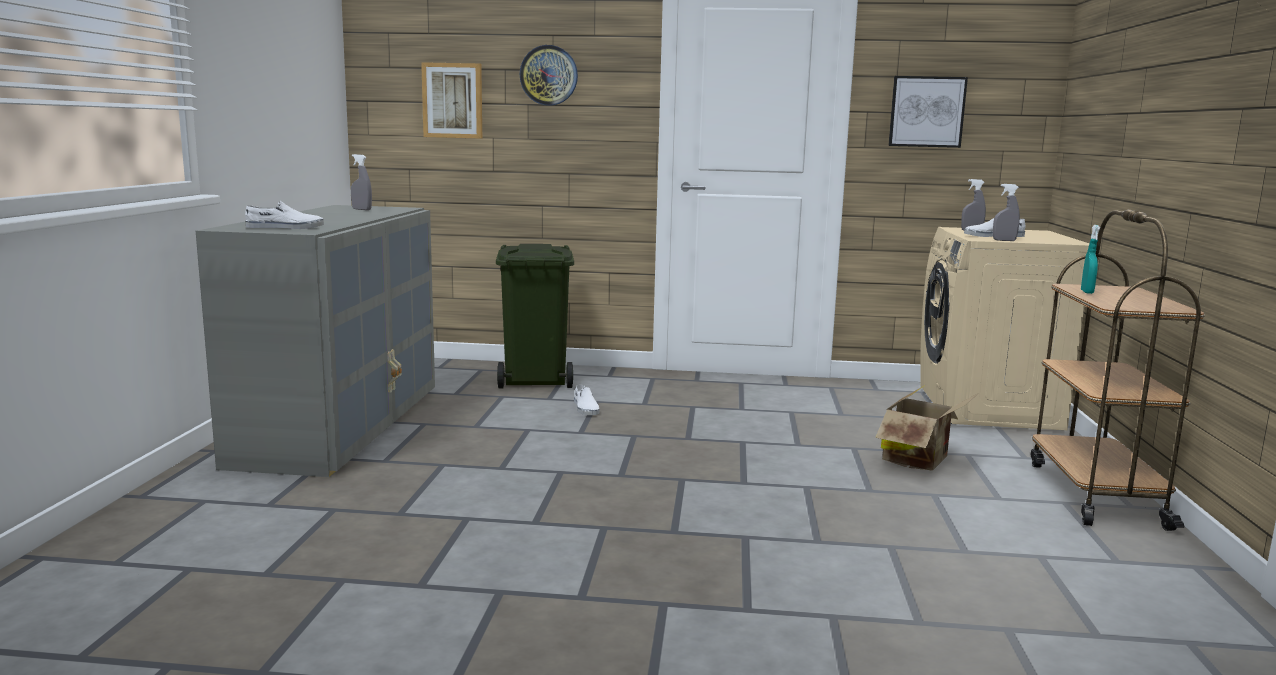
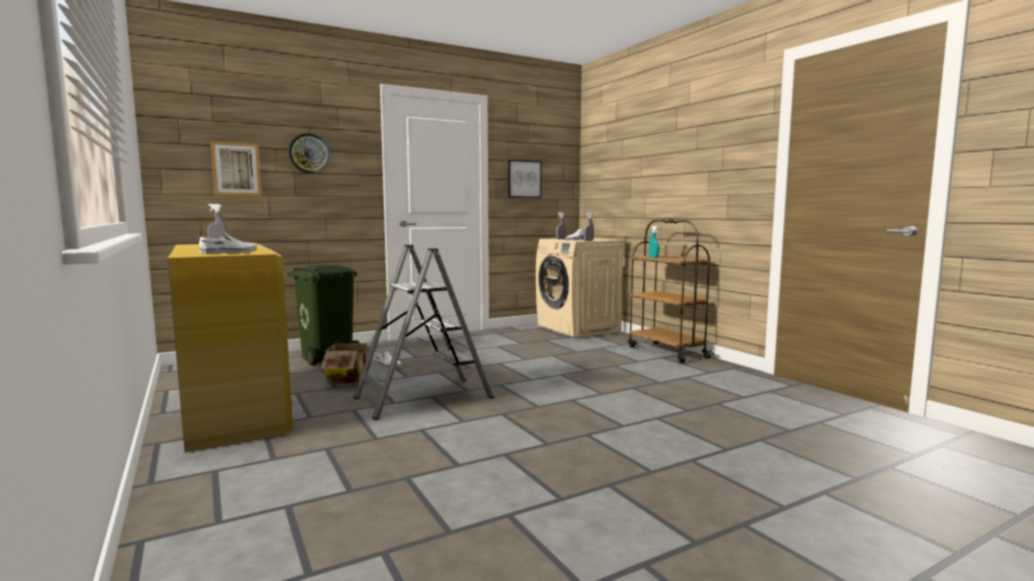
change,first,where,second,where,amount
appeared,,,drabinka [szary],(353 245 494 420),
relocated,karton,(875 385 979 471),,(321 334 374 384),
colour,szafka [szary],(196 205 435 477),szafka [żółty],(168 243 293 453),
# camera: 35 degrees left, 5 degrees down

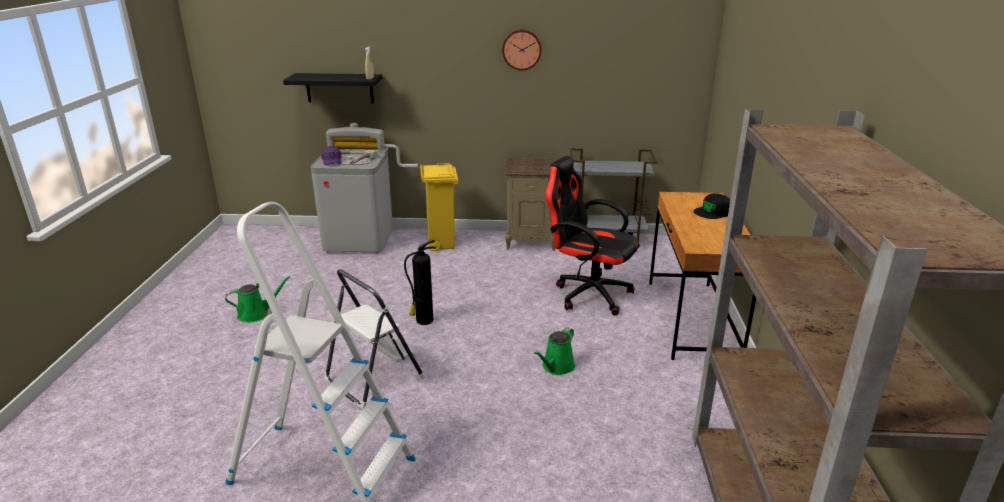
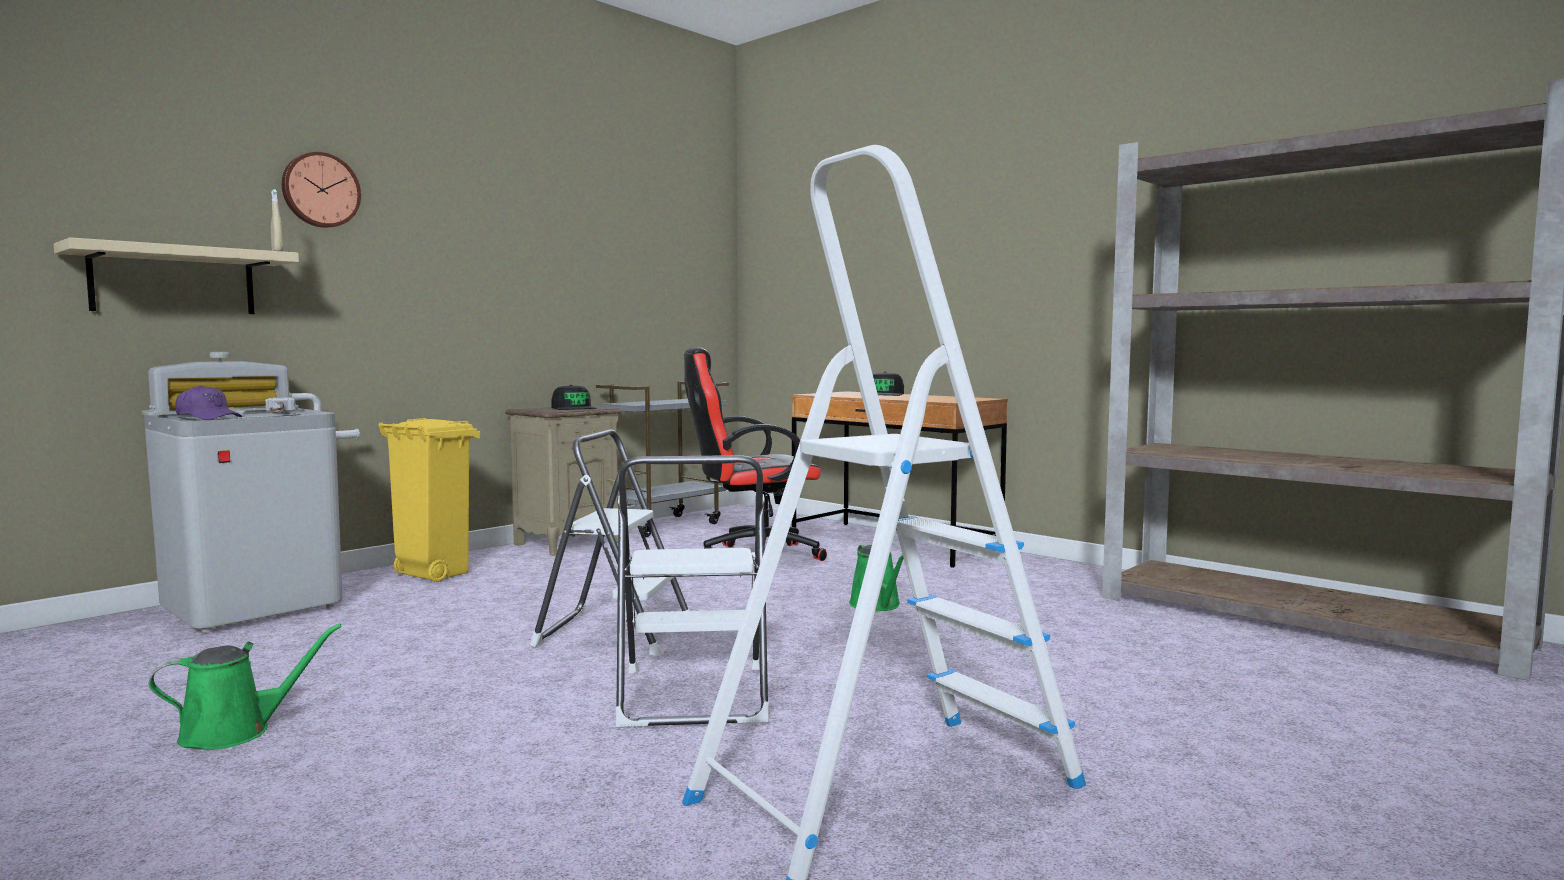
change,first,where,second,where,amount
appeared,,,czapka z daszkiem [czarny],(551 385 597 410),
relocated,zegar ścienny,(502 29 542 70),,(282 152 361 228),
exchanged,gaśnica,(404 240 436 325),drabinka [biały],(530 429 690 656),
colour,półka [czarny],(283 73 382 103),półka [beżowy],(54 237 299 314),
spun,konewka [zielony],(225 276 290 322),,(149 624 342 750),45 degrees clockwise
# camera: 50 degrees left, 20 degrees down

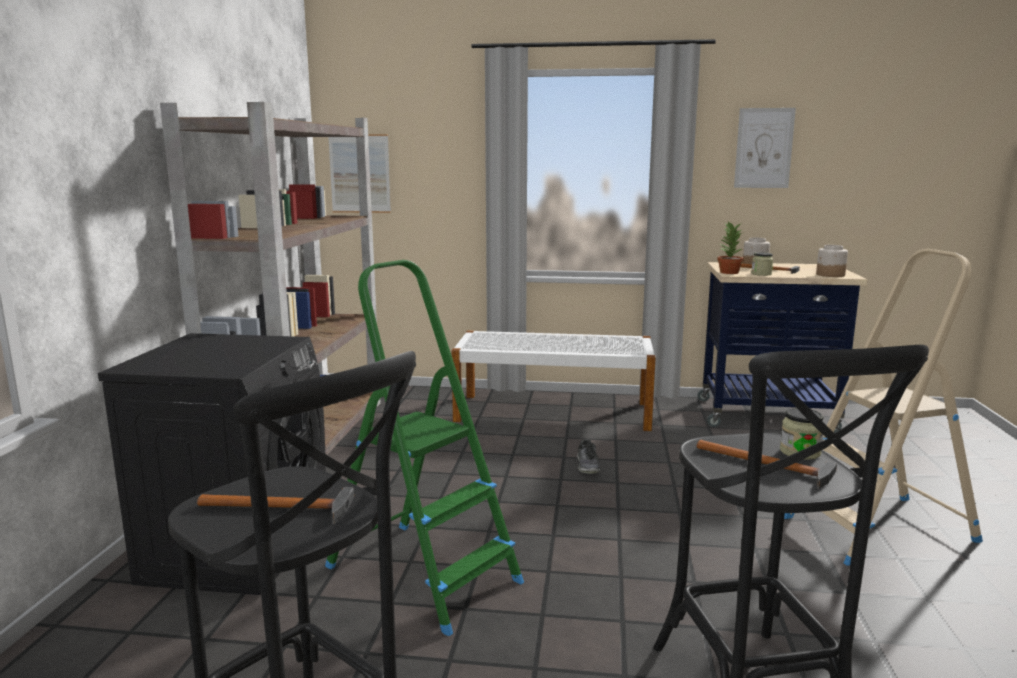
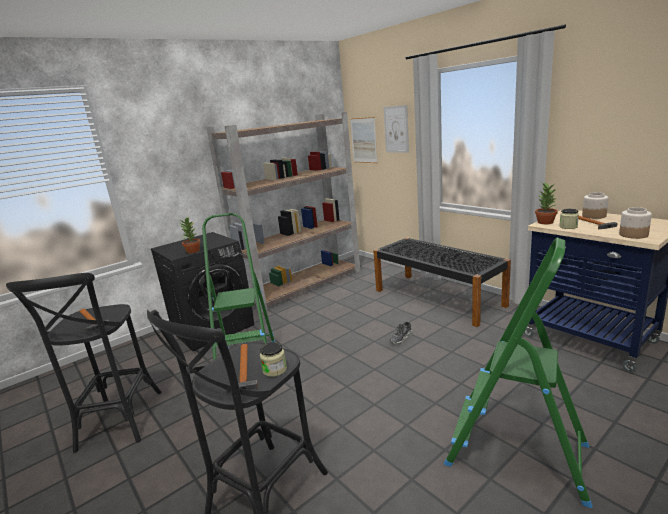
change,first,where,second,where,amount
appeared,,,roślina doniczkowa,(179 217 200 253),
relocated,obraz,(734 108 796 188),,(383 105 409 153),
colour,ławka [biały],(451 330 656 431),ławka [czarny],(373 237 511 327),
colour,drabinka [beżowy],(784 249 983 566),drabinka [zielony],(444 237 592 508),
# camera: 45 degrees right, 5 degrees up

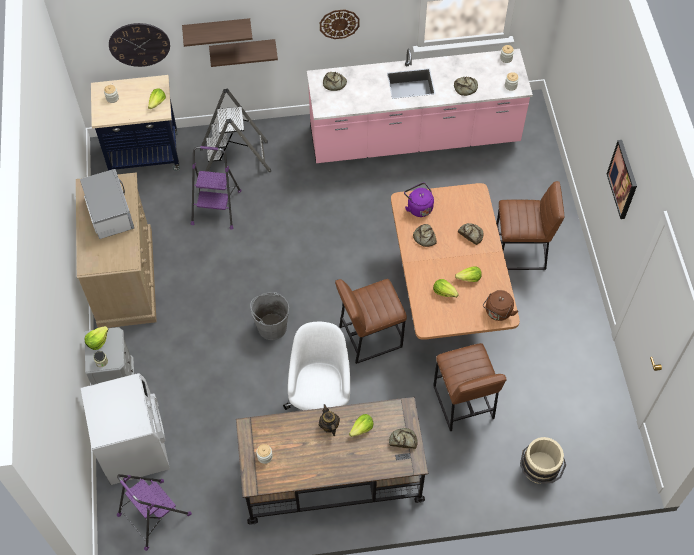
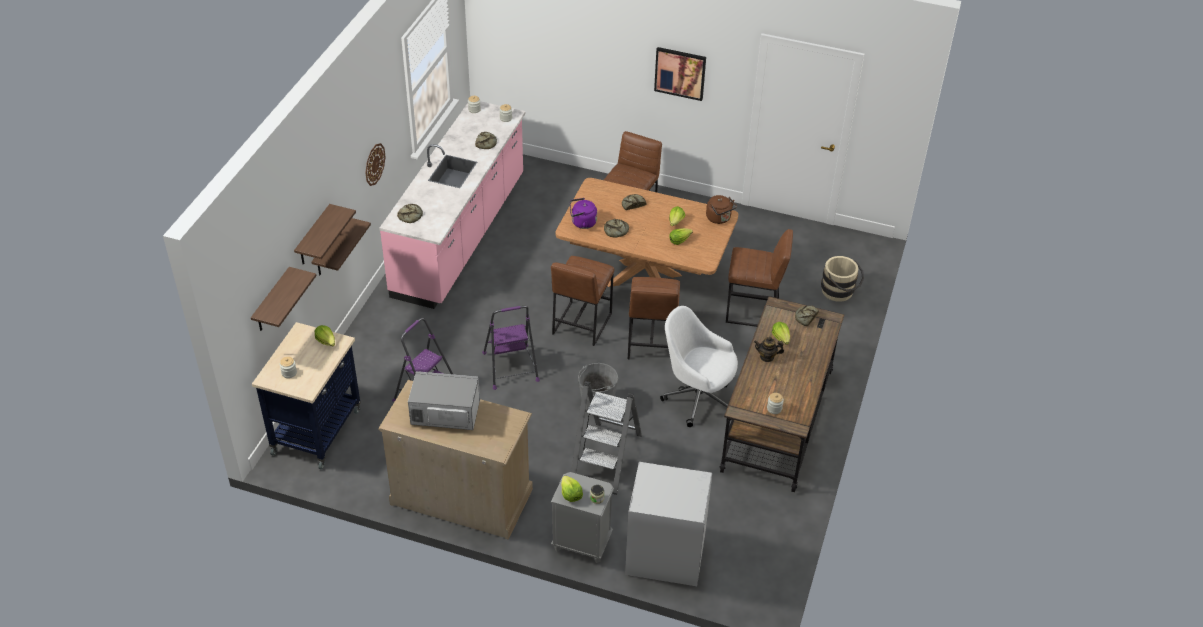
change,first,where,second,where,amount
appeared,,,krzesło [brązowy],(551 256 614 346),
relocated,drabinka [fioletowy],(117 474 192 551),,(482 306 540 390),
relocated,drabinka [szary],(200 89 271 172),,(571 381 642 495),
exchanged,zegar ścienny,(109 23 170 67),półka,(251 267 317 331),
# camera: 65 degrees left, 15 degrees down

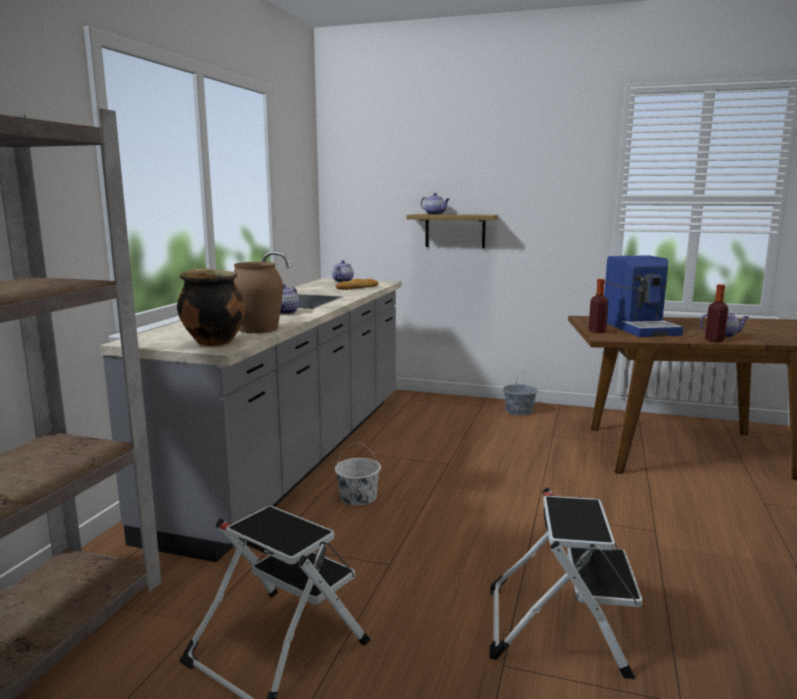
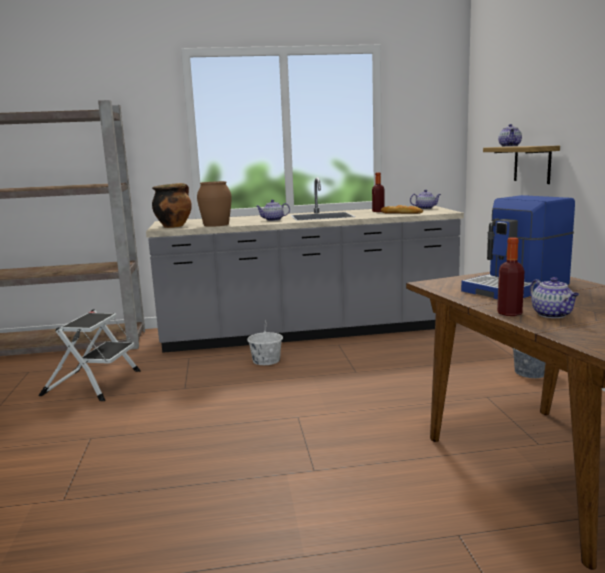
change,first,where,second,where,amount
missing,drabinka,(490 488 643 680),,,
relocated,butelka,(589 279 608 333),,(372 172 385 212),
# camera: 65 degrees right, 0 degrees up

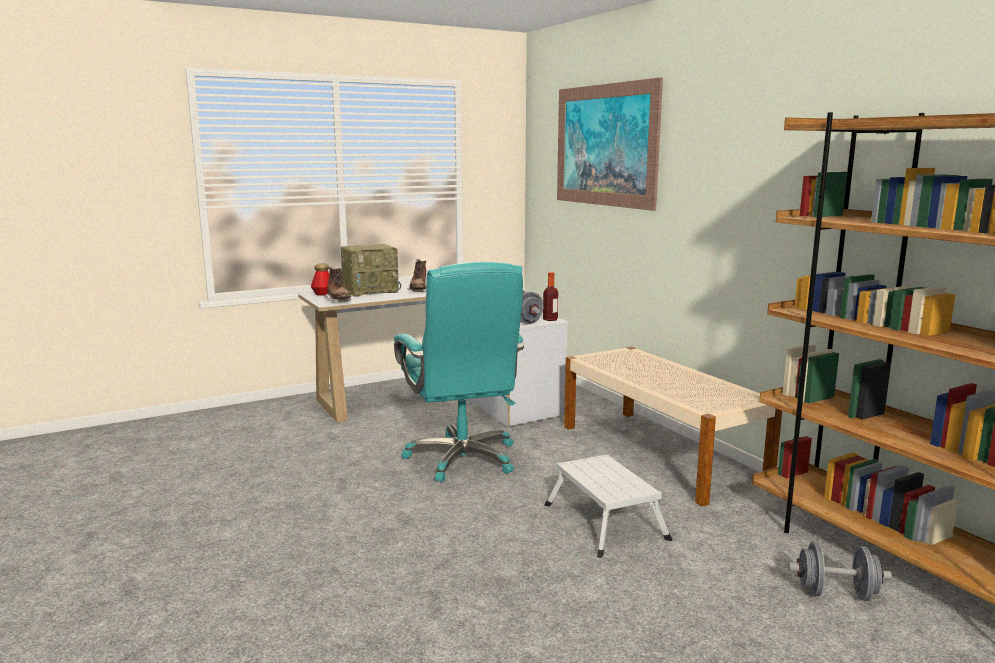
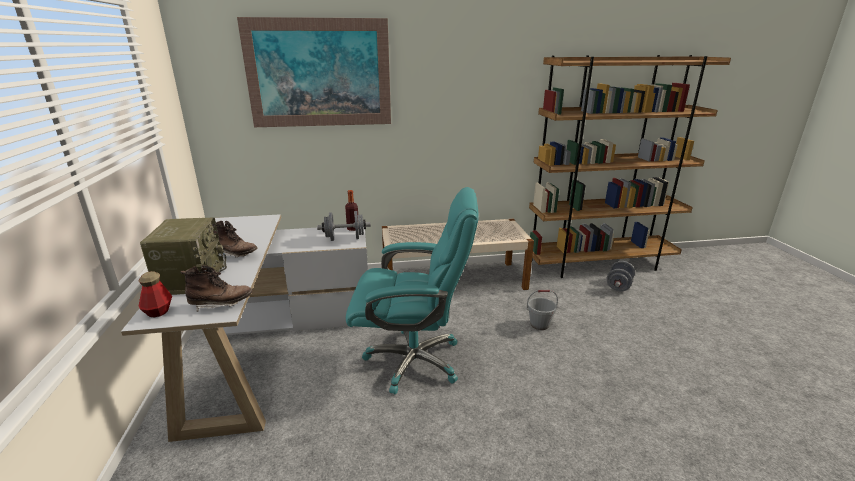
change,first,where,second,where,amount
exchanged,drabinka [biały],(544 454 672 558),wiadro [szary],(527 290 558 330),
# camera: 70 degrees left, 10 degrees up

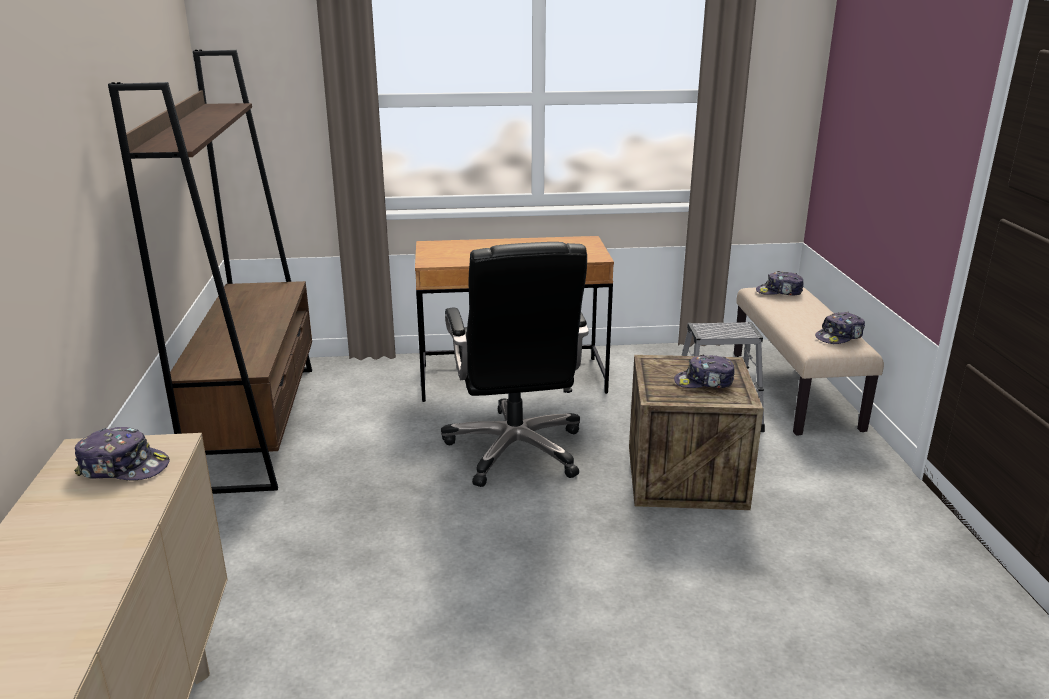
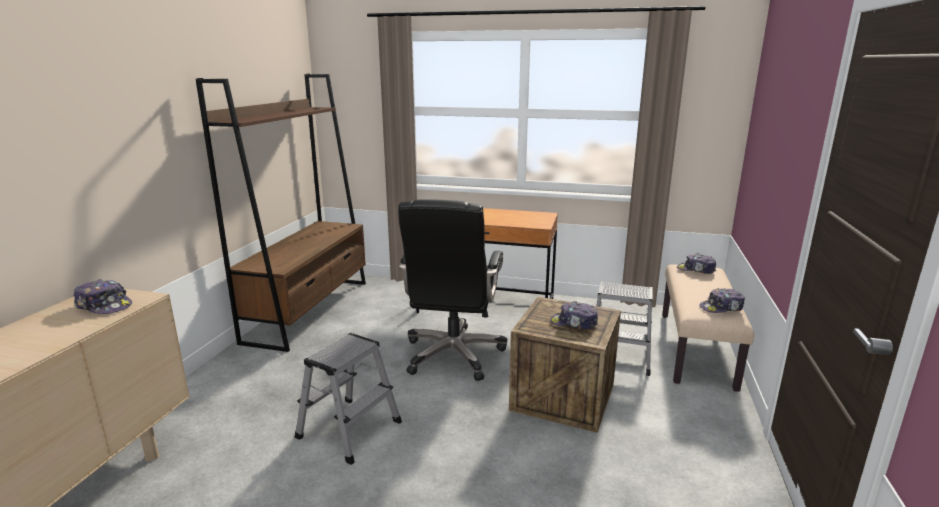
change,first,where,second,where,amount
appeared,,,drabinka [szary],(295 333 402 465),
# camera: 20 degrees right, 5 degrees down

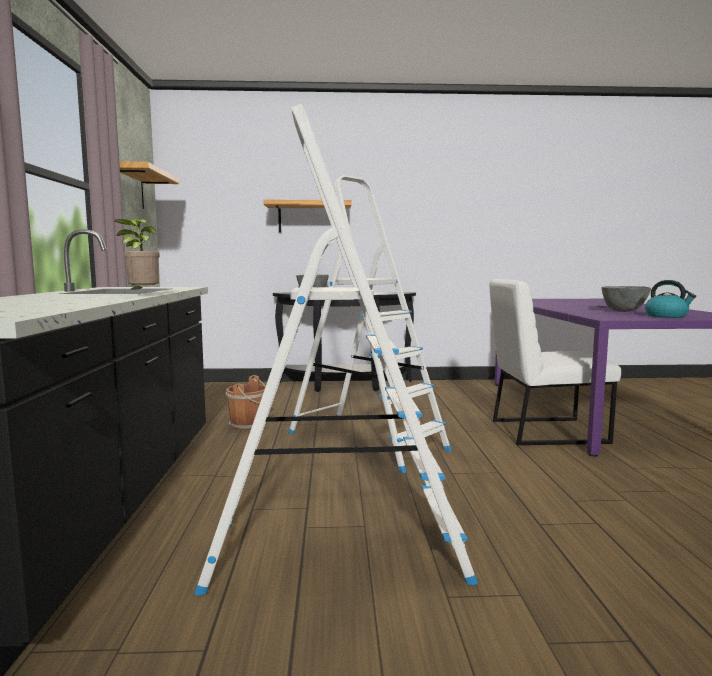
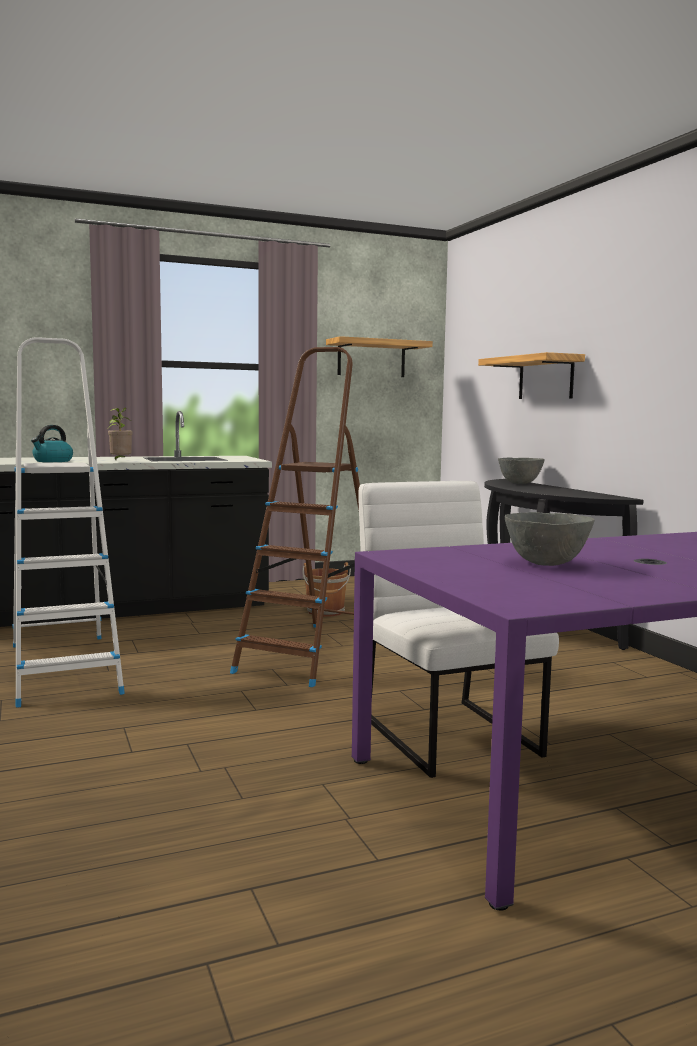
change,first,where,second,where,amount
relocated,czajnik,(645 280 696 318),,(31 425 73 462),
colour,drabinka [biały],(288 175 451 473),drabinka [brązowy],(230 347 360 687),
# camera: 70 degrees right, 0 degrees up

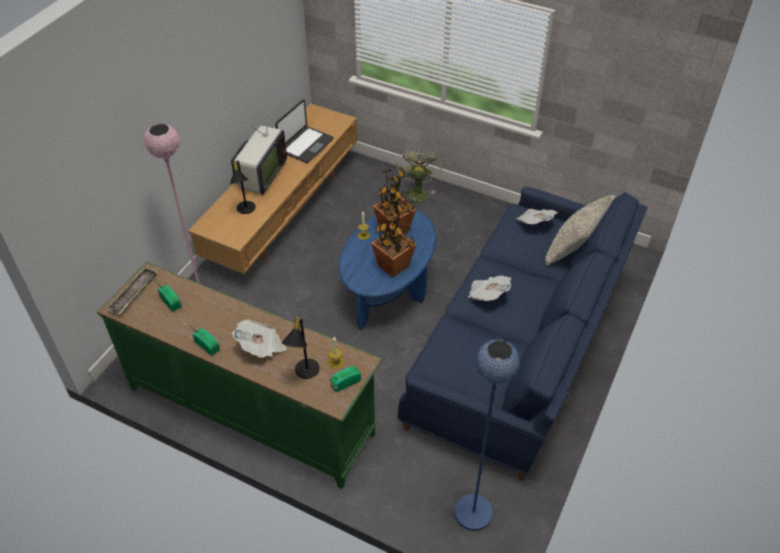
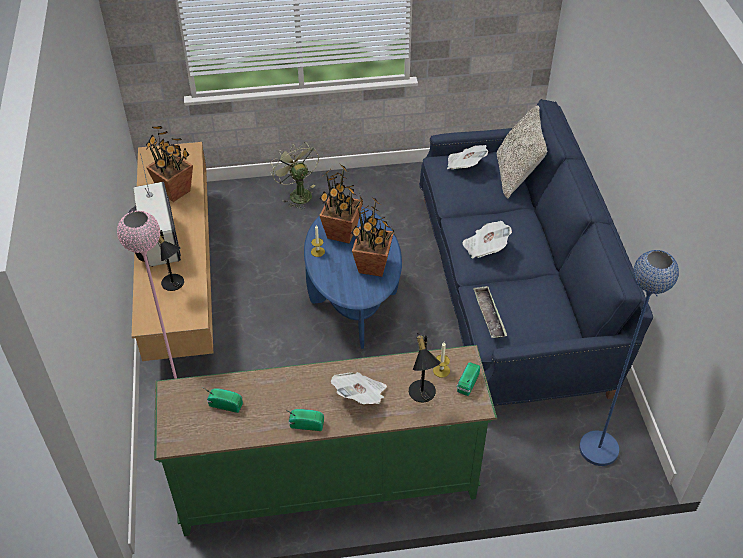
change,first,where,second,where,amount
relocated,taca,(106 266 157 315),,(473 286 507 338),
exchanged,laptop,(275 99 334 163),roślina doniczkowa,(146 126 193 202),
# camera: 35 degrees left, 0 degrees up

